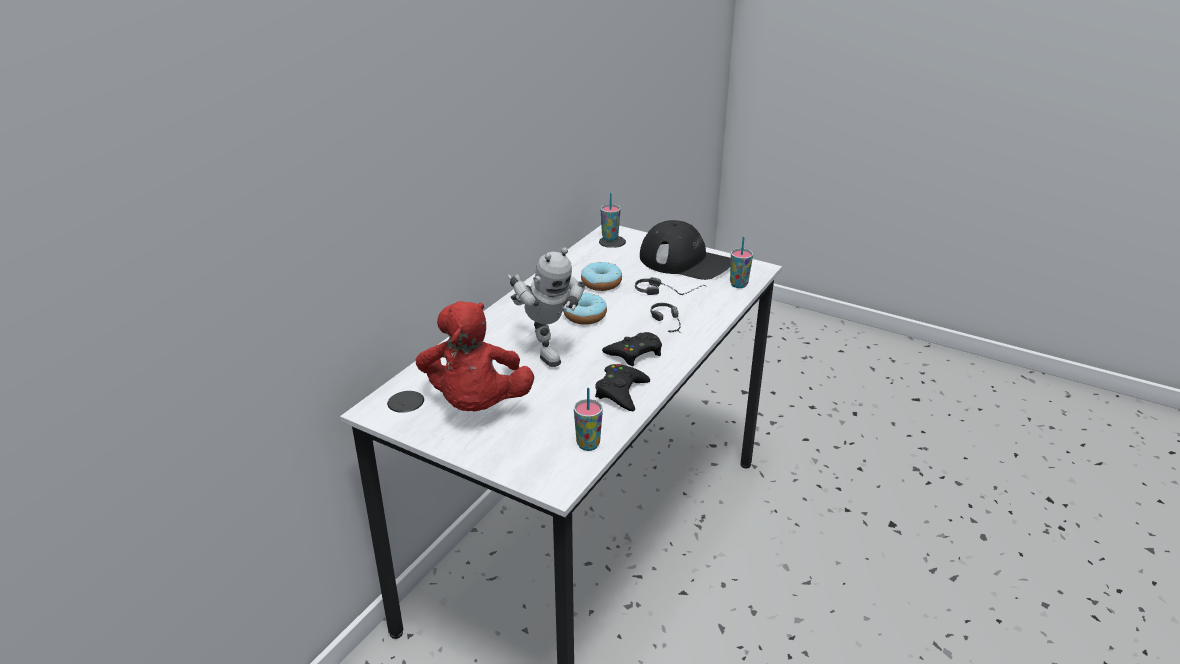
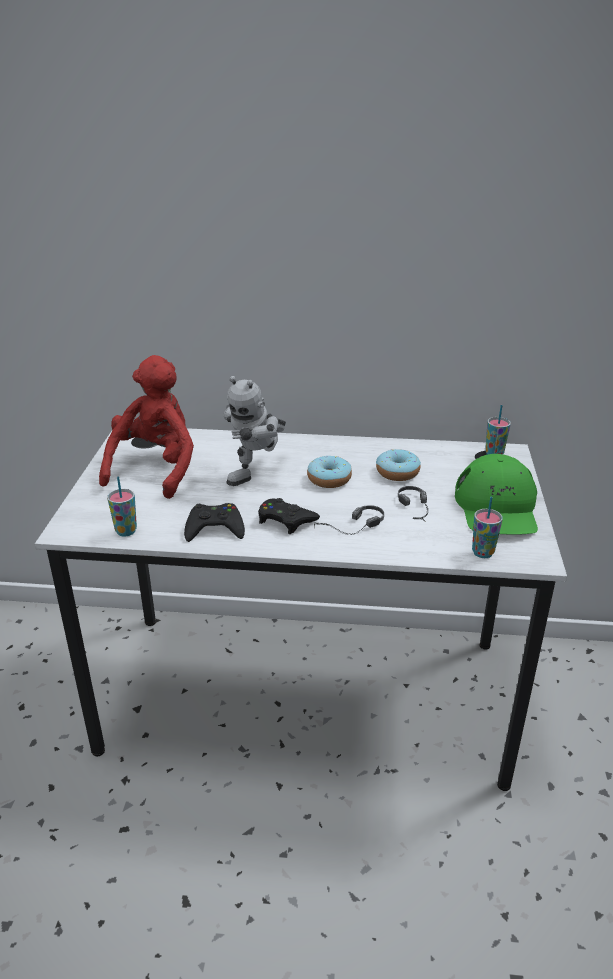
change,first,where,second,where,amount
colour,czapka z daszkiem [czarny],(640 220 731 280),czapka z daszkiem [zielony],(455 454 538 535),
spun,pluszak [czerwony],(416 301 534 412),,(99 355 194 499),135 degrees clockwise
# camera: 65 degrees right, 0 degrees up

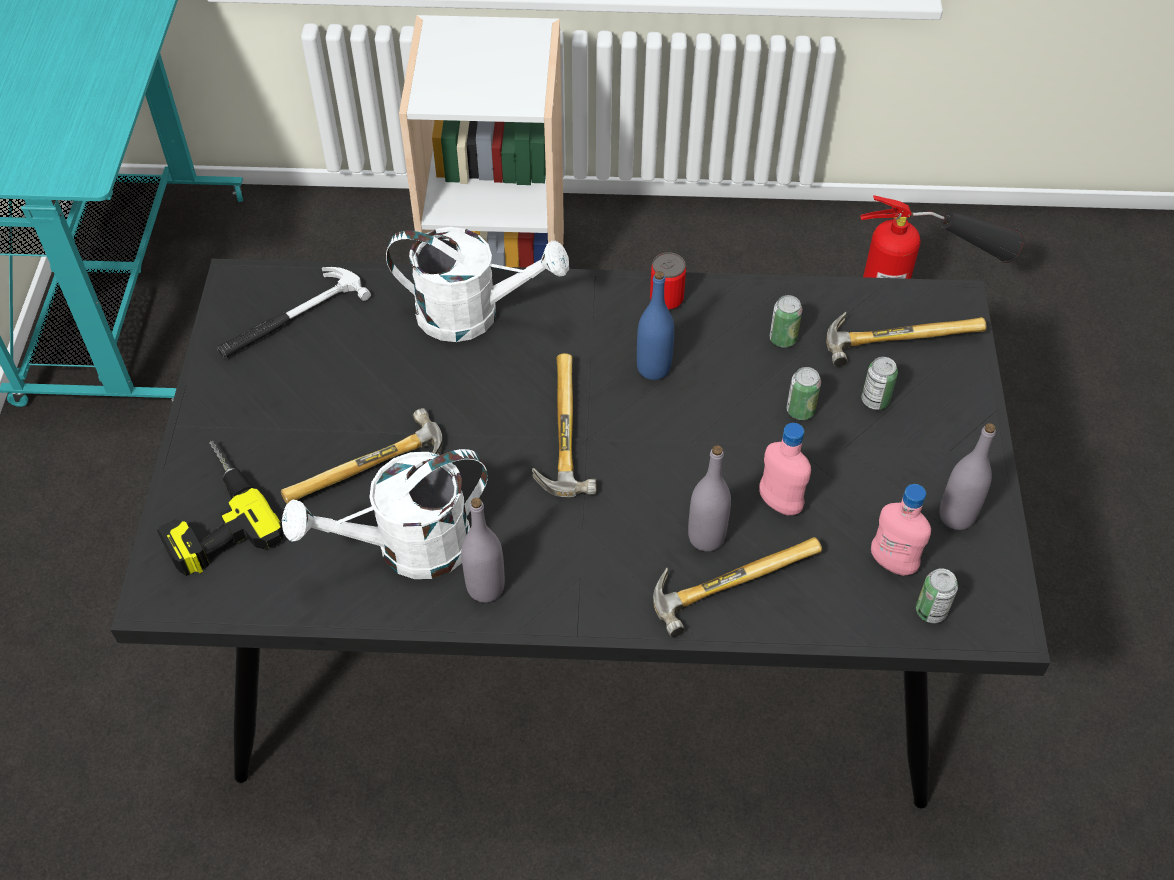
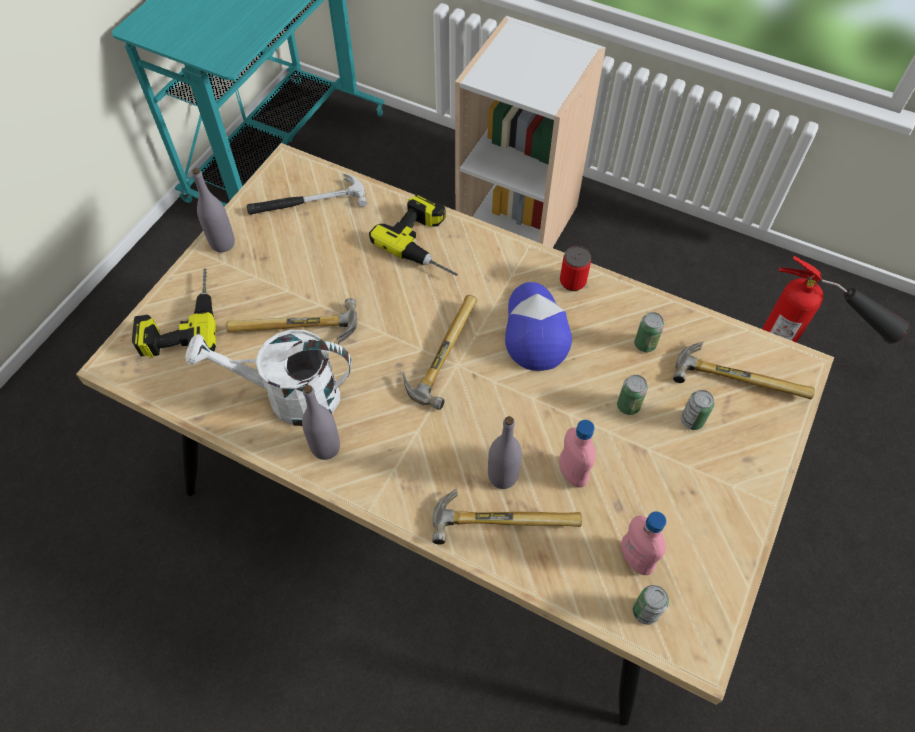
change,first,where,second,where,amount
relocated,butelka [szary],(939 423 996 530),,(192 168 235 252),
exchanged,konewka [biały],(386 227 569 342),wiertarka,(369 194 458 276),
exchanged,butelka [niebieski],(637 271 674 380),czapka z daszkiem,(505 282 572 371),
colour,stół jadalny [czarny],(111 259 1050 809),stół jadalny [beżowy],(76 143 834 725),
# camera: 25 degrees right, 5 degrees up

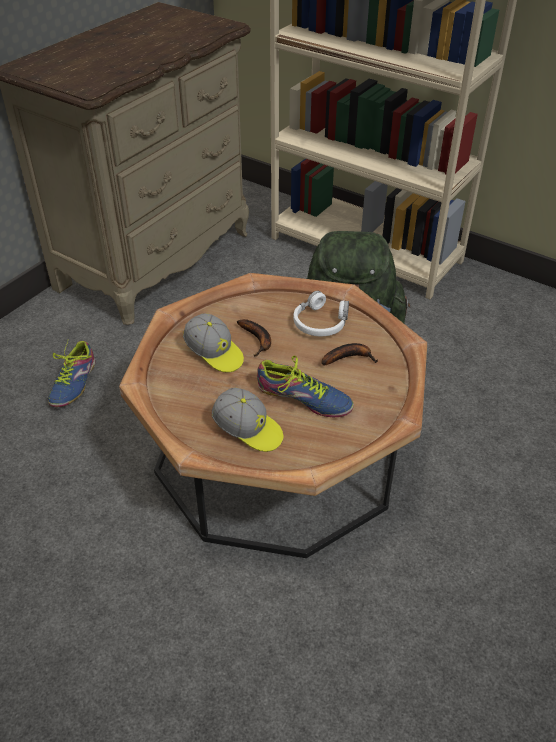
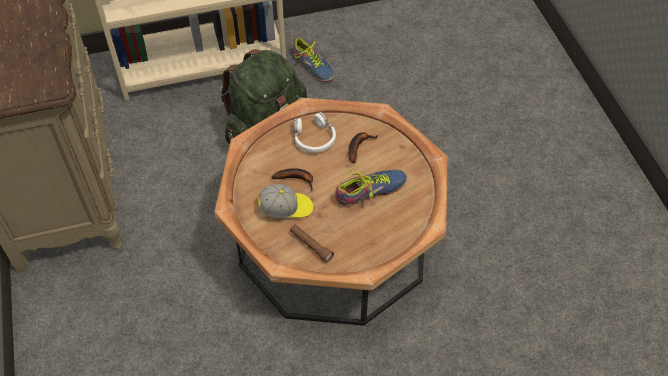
change,first,where,second,where,amount
missing,czapka z daszkiem,(212 388 283 452),,,
appeared,,,latarka [brązowy],(290 224 334 263),
relocated,but,(48 341 95 407),,(292 38 334 82),
# camera: 50 degrees left, 10 degrees up

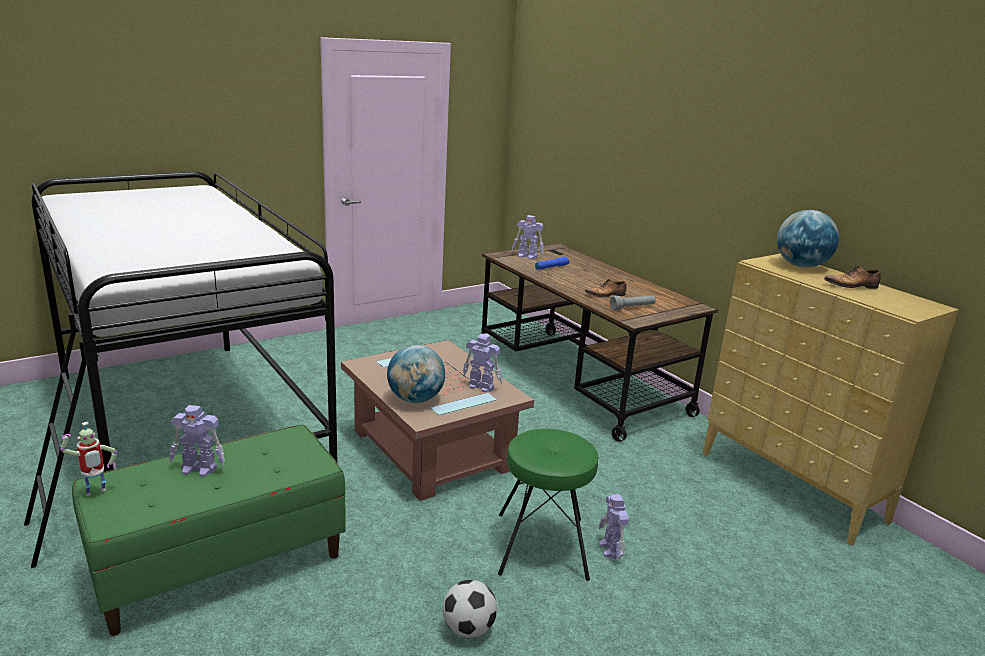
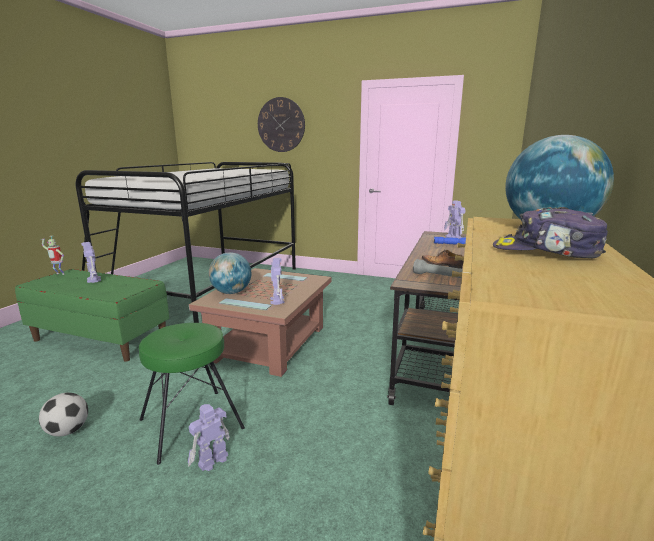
change,first,where,second,where,amount
appeared,,,zegar ścienny,(258 97 305 152),
exchanged,but,(824 265 881 289),czapka z daszkiem,(493 207 608 258),
# camera: 55 degrees right, 5 degrees down

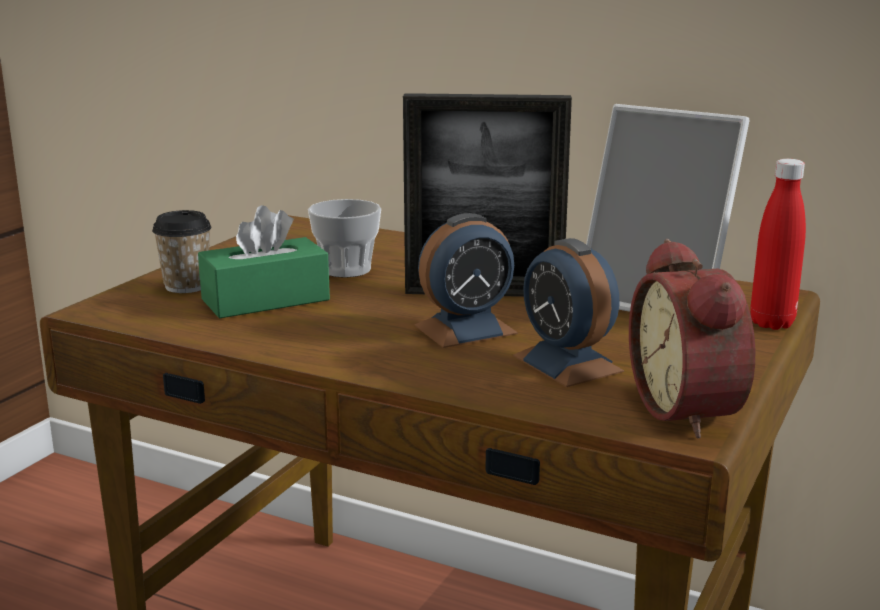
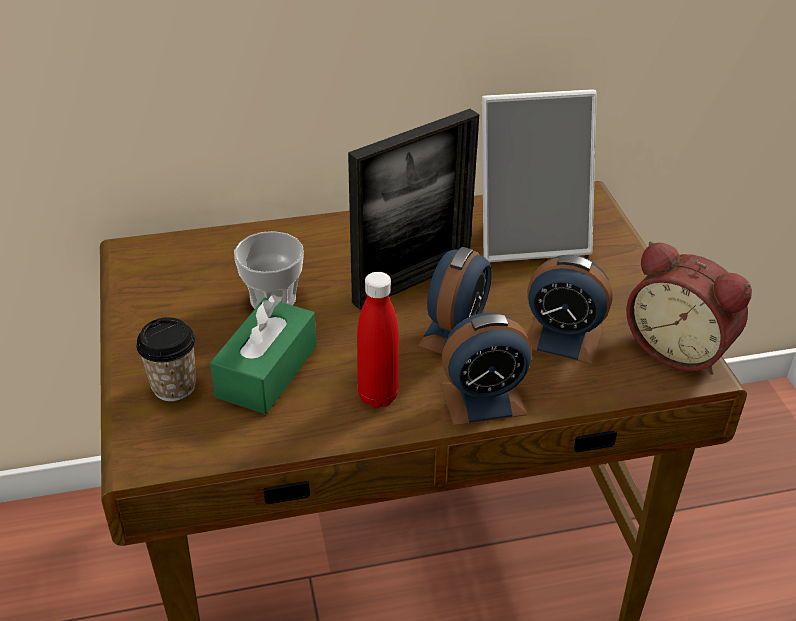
change,first,where,second,where,amount
appeared,,,budzik,(440 313 532 426),
relocated,butelka [czerwony],(750 159 806 330),,(357 272 399 408),
# camera: 40 degrees left, 20 degrees up

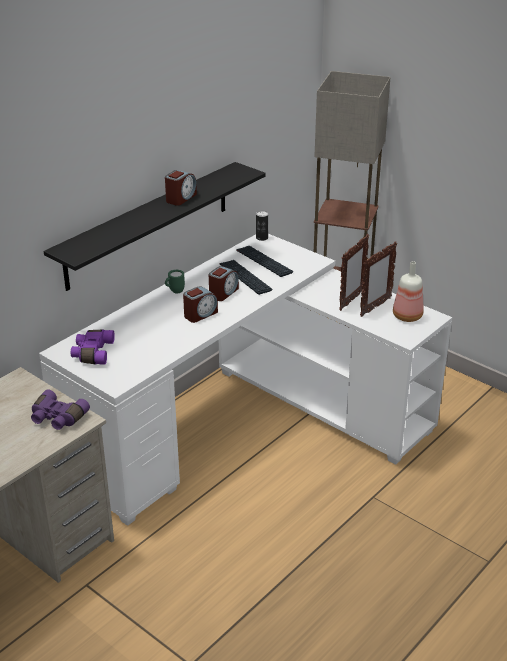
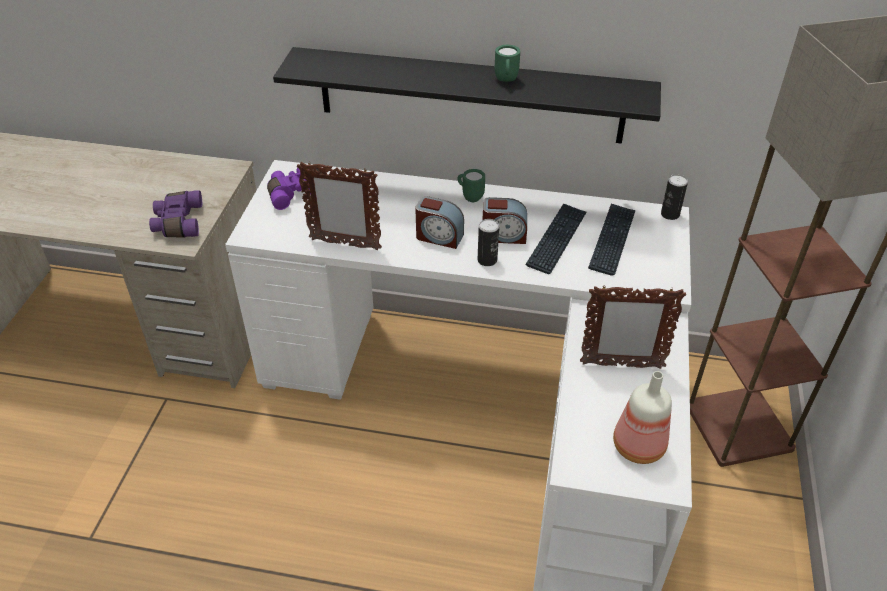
change,first,where,second,where,amount
appeared,,,puszka,(478 219 499 266),
relocated,ramka na zdjęcie,(360 241 397 317),,(297 162 382 250),
exchanged,budzik,(165 170 197 206),kubek [zielony],(495 45 520 82),
# camera: 60 degrees right, 10 degrees up

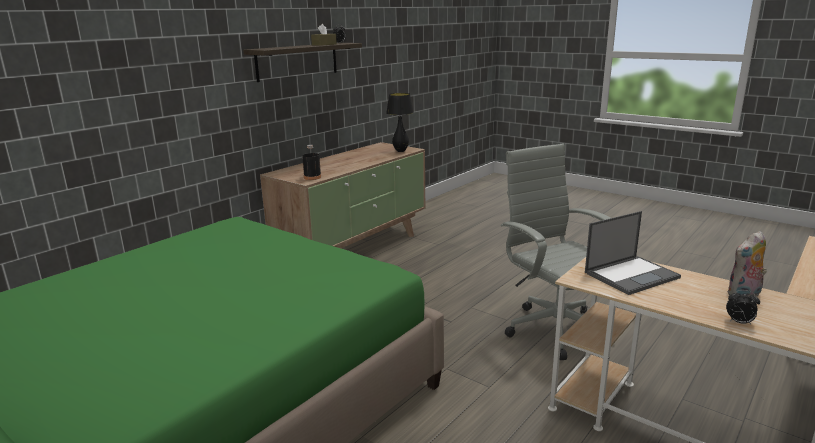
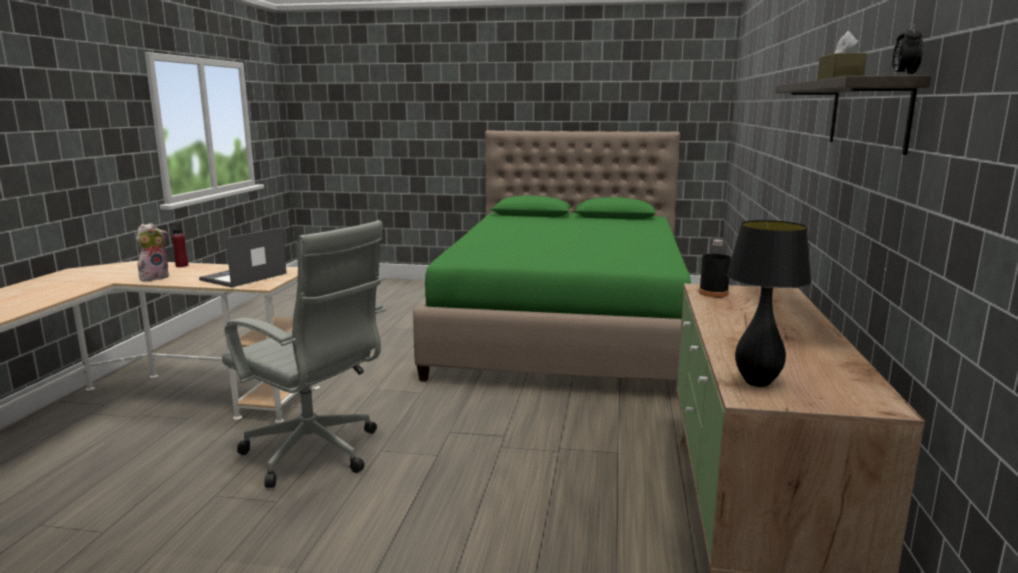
change,first,where,second,where,amount
exchanged,budzik,(726 290 760 325),butelka [czerwony],(170 223 188 267),
# camera: 150 degrees right, 5 degrees down

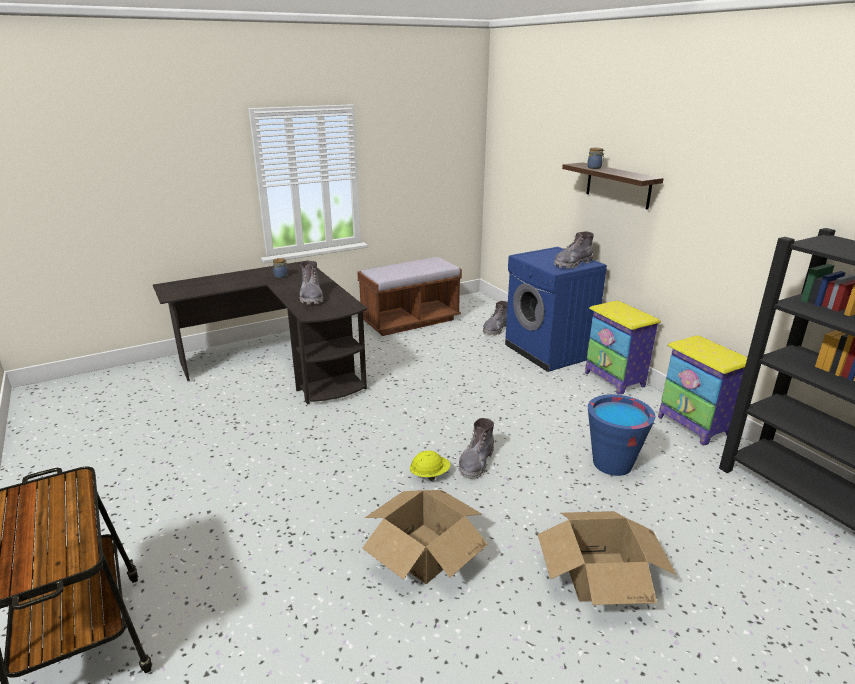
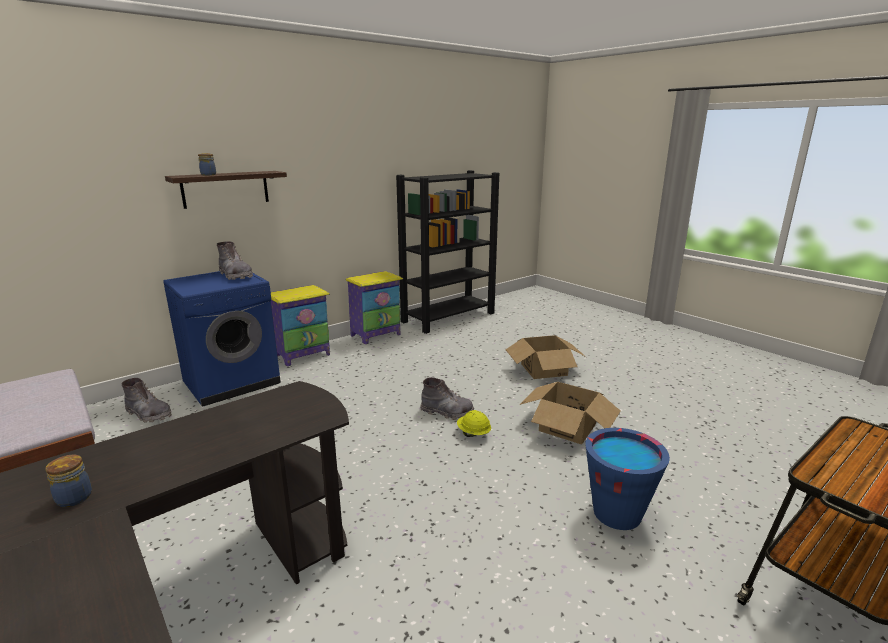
change,first,where,second,where,amount
missing,but z cholewką [szary],(299 261 323 305),,,
relocated,wiadro [niebieski],(588 394 655 476),,(585 428 670 530),
# camera: 100 degrees left, 5 degrees down

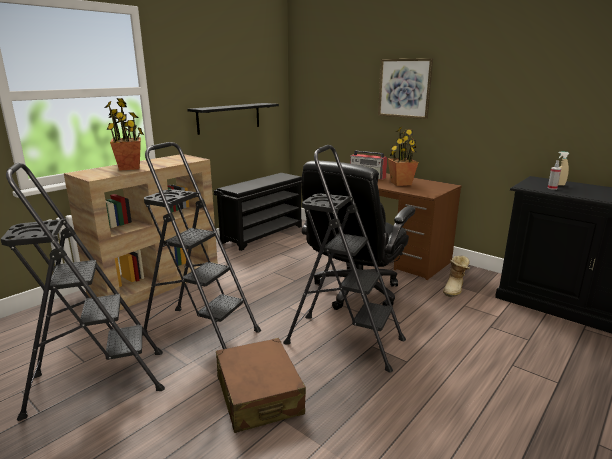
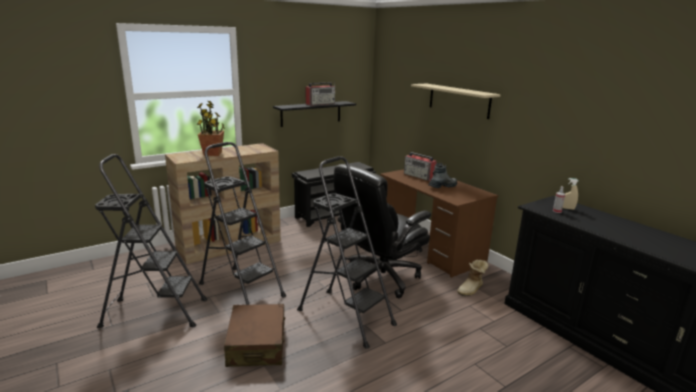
change,first,where,second,where,amount
appeared,,,radio,(306 82 335 105),
exchanged,obraz,(378 58 433 119),półka [beżowy],(411 84 501 119),
exchanged,roślina doniczkowa,(388 127 418 186),but z cholewką,(429 163 457 188),
# camera: 15 degrees right, 0 degrees up

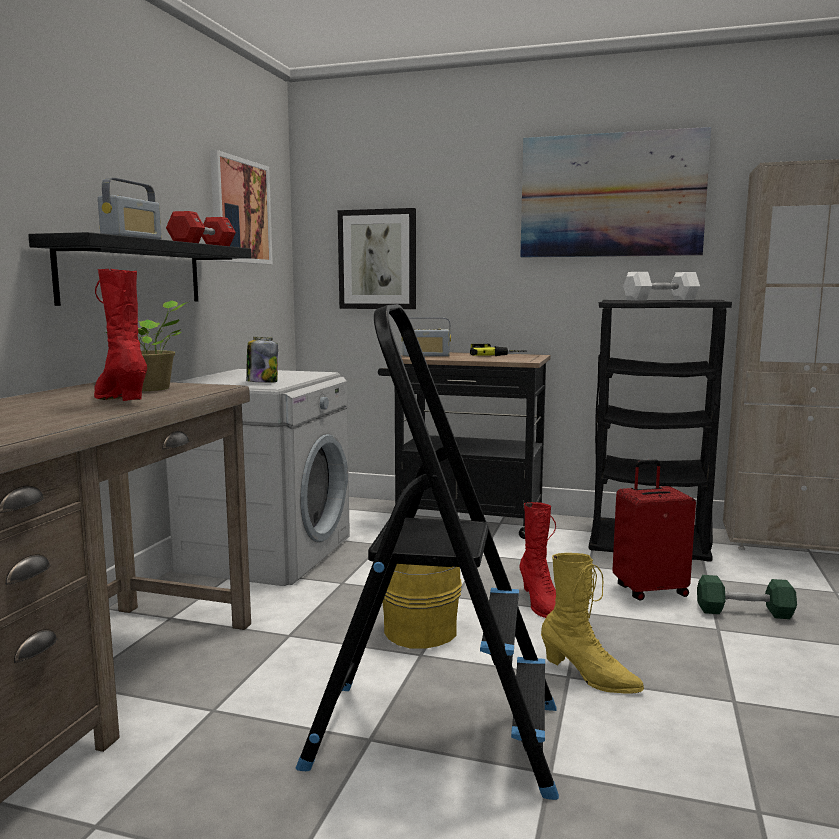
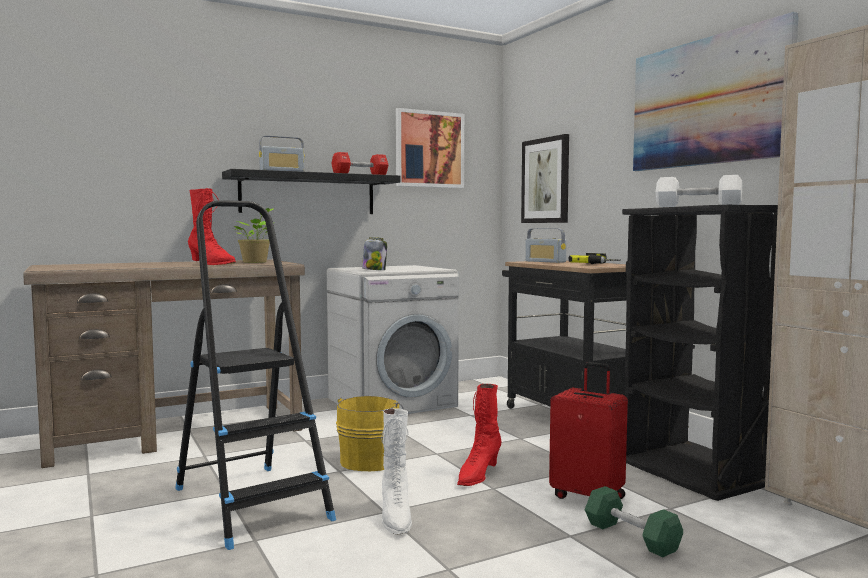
change,first,where,second,where,amount
colour,but z cholewką [żółty],(541 553 644 694),but z cholewką [biały],(381 408 412 535),
spun,but z cholewką [czerwony],(94 269 147 401),,(188 188 236 265),120 degrees clockwise
# camera: 45 degrees right, 5 degrees down

